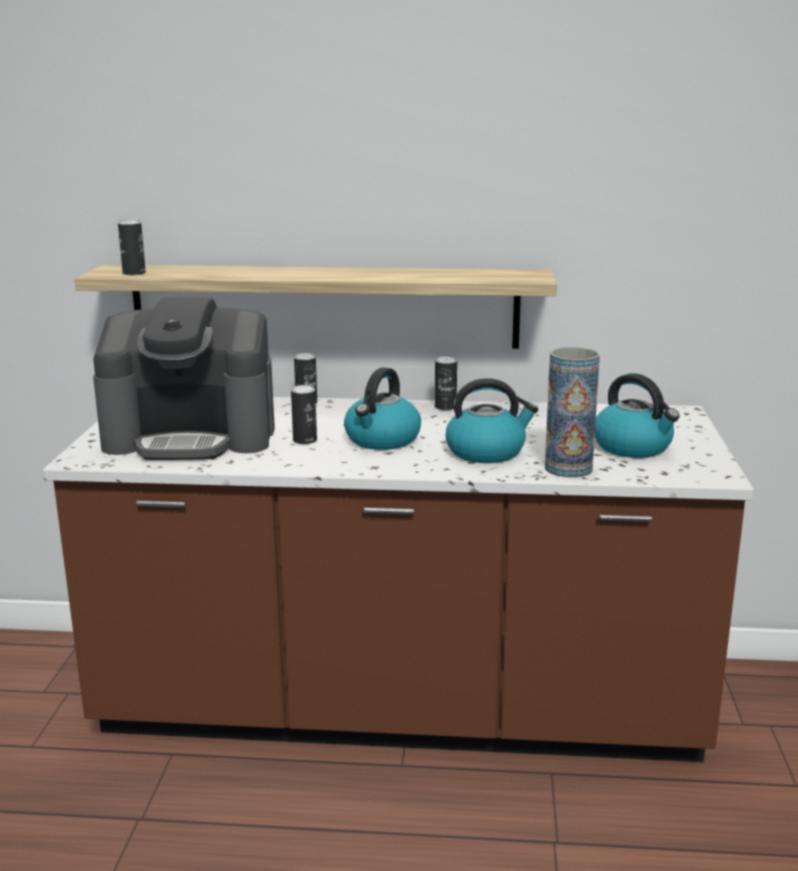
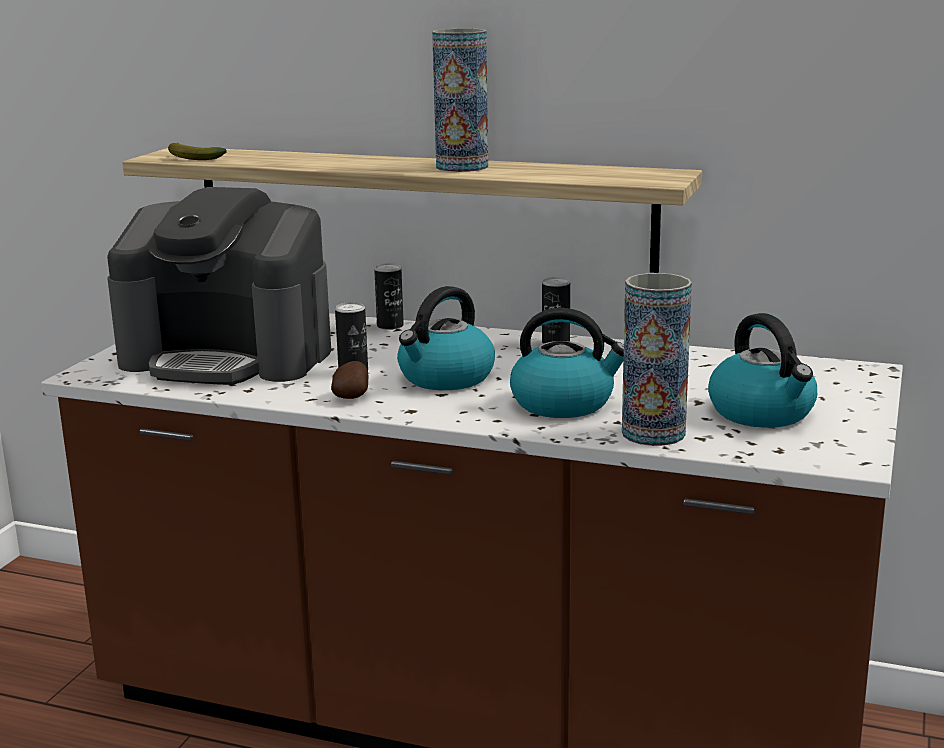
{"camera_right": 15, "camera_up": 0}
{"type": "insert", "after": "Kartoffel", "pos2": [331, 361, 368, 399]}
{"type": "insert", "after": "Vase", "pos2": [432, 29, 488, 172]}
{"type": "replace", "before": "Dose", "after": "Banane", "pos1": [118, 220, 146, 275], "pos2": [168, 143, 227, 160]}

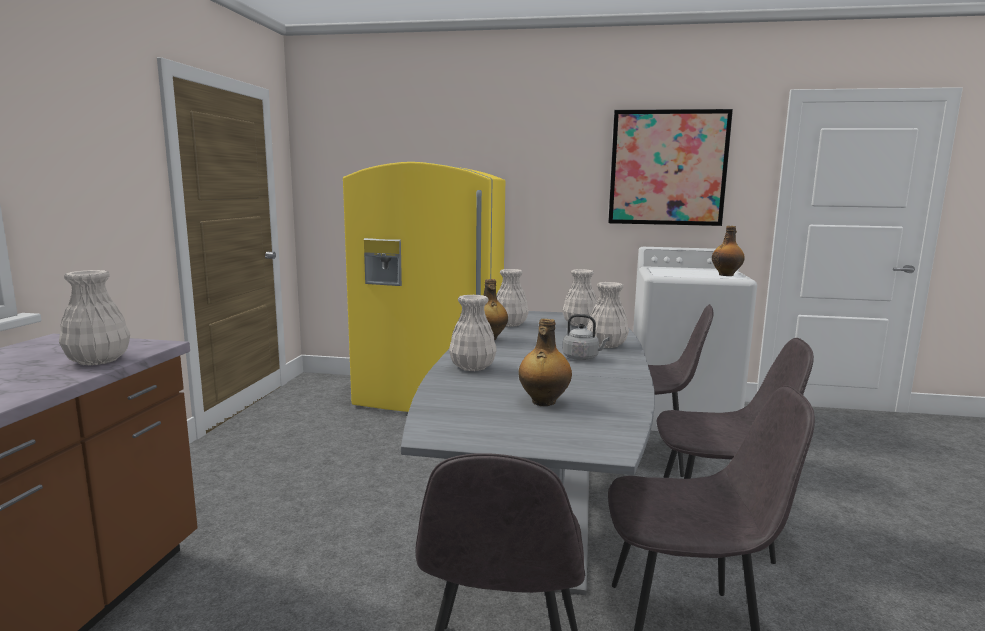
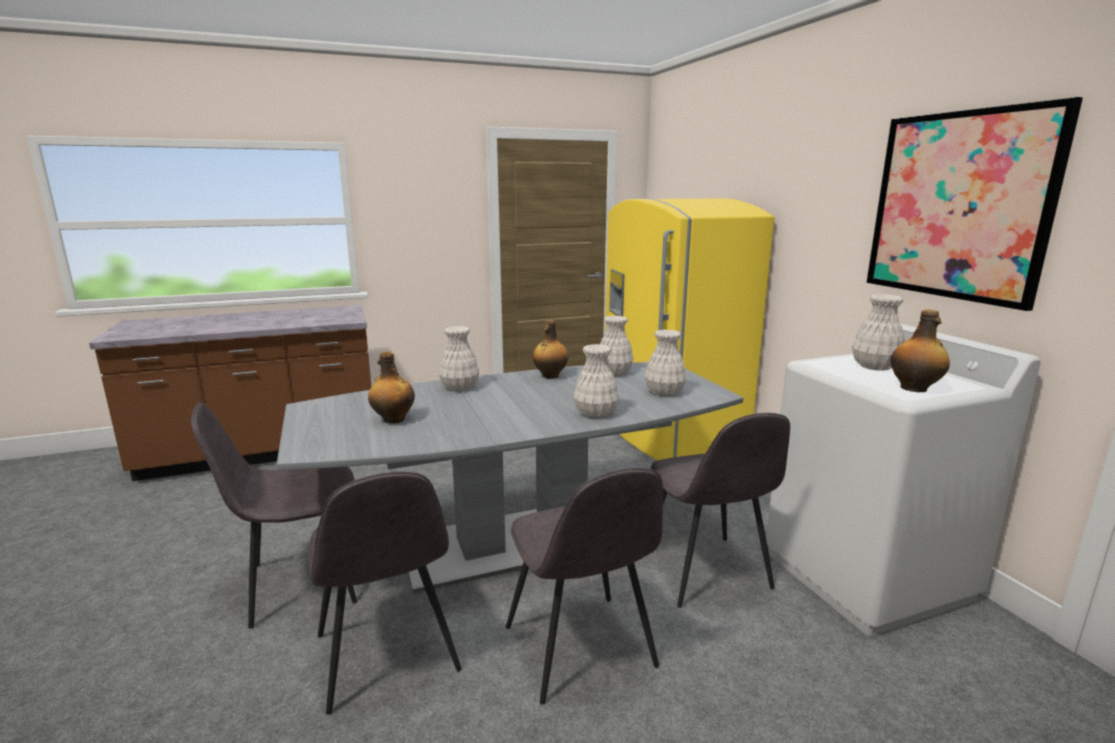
{"camera_right": 60, "camera_up": 5}
{"type": "delete", "before": "Wasserkessel (grau)", "pos1": [563, 314, 610, 360]}
{"type": "move", "before": "Vase (weiß)", "pos1": [59, 270, 130, 365], "pos2": [852, 294, 905, 371]}

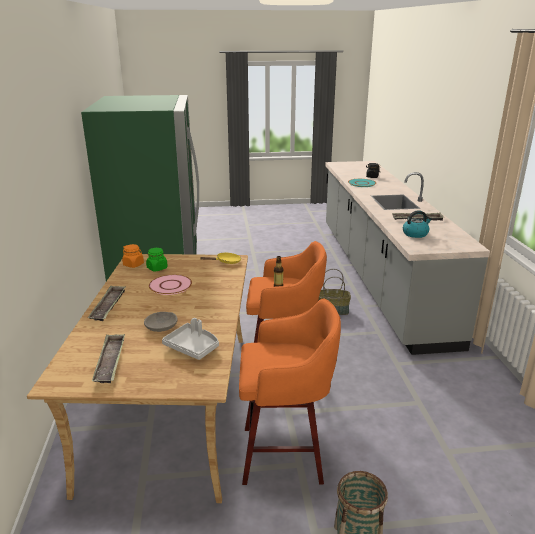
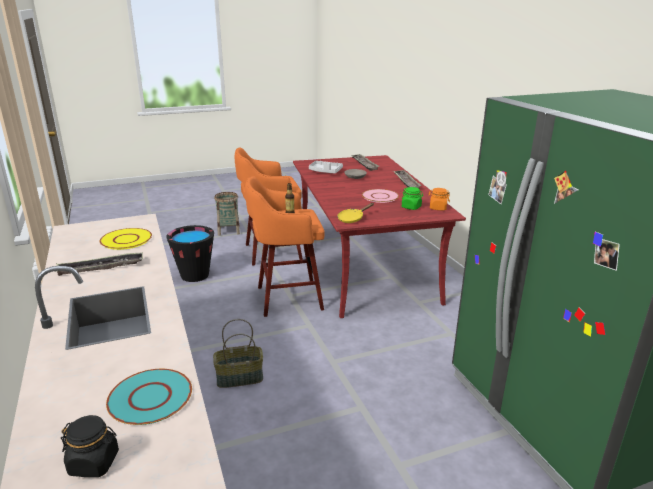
{"camera_right": 165, "camera_up": 0}
{"type": "insert", "after": "Eimer (schwarz)", "pos2": [166, 225, 214, 282]}
{"type": "replace", "before": "Wasserkessel", "after": "Teller (gelb)", "pos1": [403, 210, 432, 238], "pos2": [99, 228, 152, 250]}
{"type": "recolor", "before": "Esstisch (beige)", "after": "Esstisch (rot)", "pos1": [27, 254, 248, 503], "pos2": [293, 155, 466, 318]}

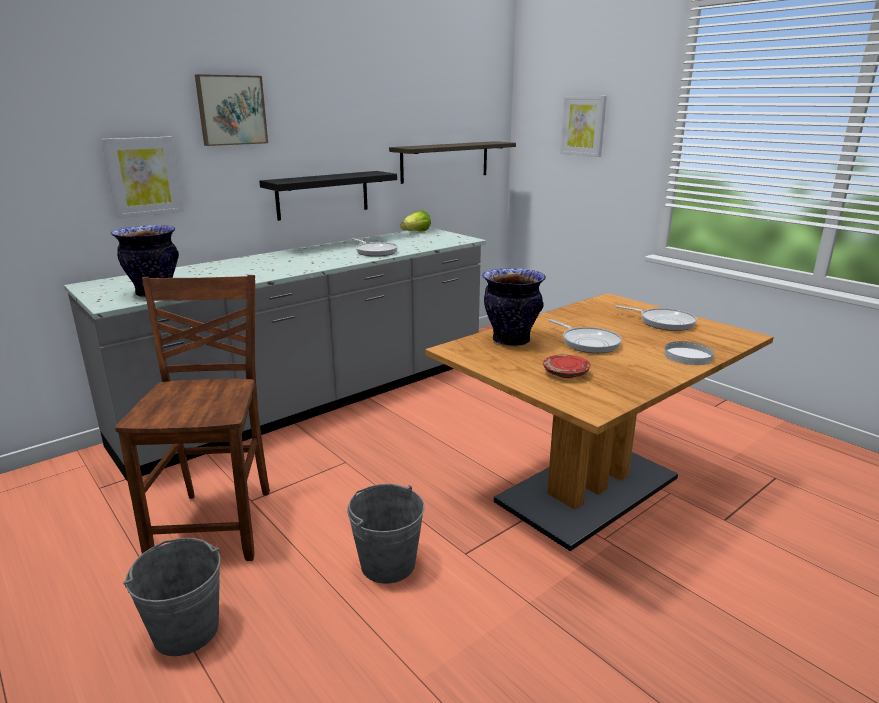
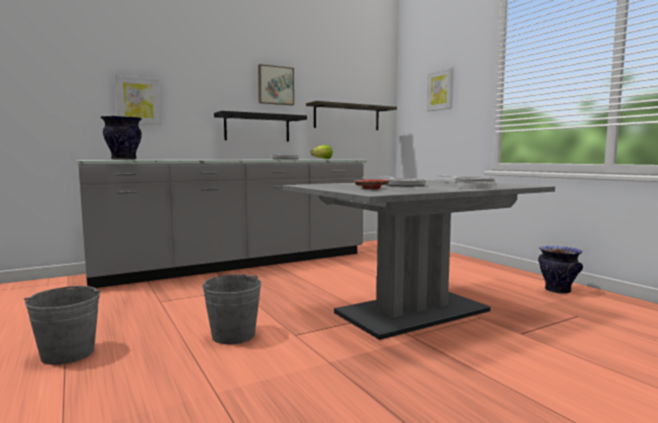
{"camera_right": 10, "camera_up": -15}
{"type": "delete", "before": "Stuhl (braun)", "pos1": [115, 275, 270, 561]}
{"type": "move", "before": "Bild", "pos1": [195, 74, 268, 146], "pos2": [258, 64, 294, 105]}
{"type": "move", "before": "Vase", "pos1": [482, 268, 546, 346], "pos2": [538, 246, 583, 294]}
{"type": "recolor", "before": "Esstisch (braun)", "after": "Esstisch (grau)", "pos1": [425, 293, 774, 551], "pos2": [283, 180, 555, 340]}

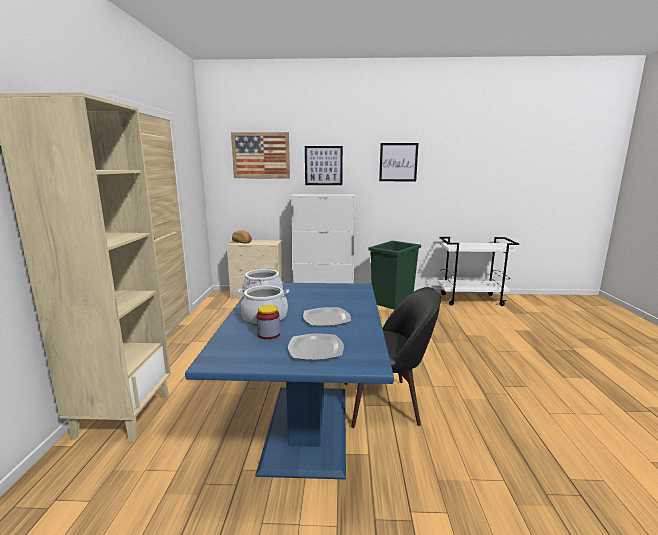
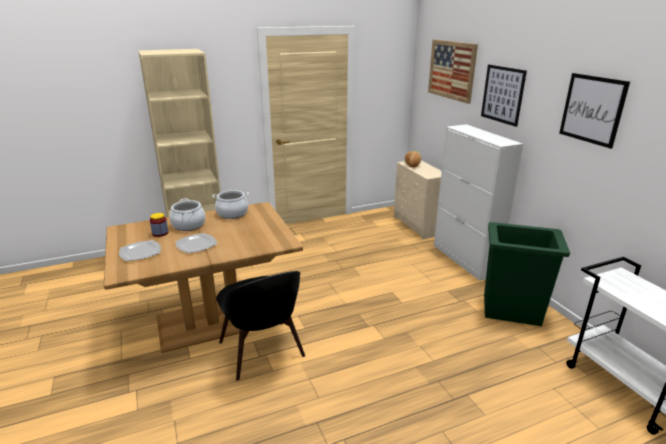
{"camera_right": 65, "camera_up": 10}
{"type": "recolor", "before": "Esstisch (blau)", "after": "Esstisch (braun)", "pos1": [185, 283, 394, 479], "pos2": [104, 202, 303, 353]}

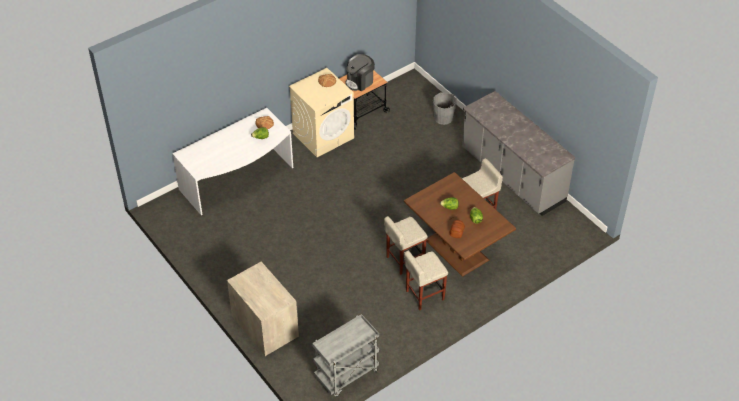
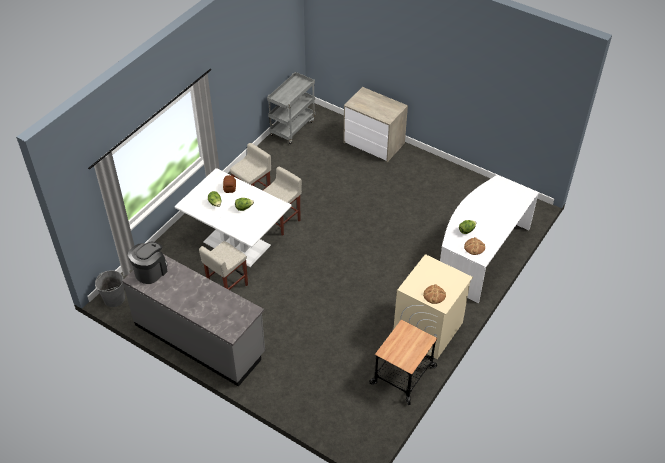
{"camera_right": 160, "camera_up": 0}
{"type": "move", "before": "Kaffeemaschine", "pos1": [346, 54, 375, 91], "pos2": [128, 242, 168, 284]}
{"type": "move", "before": "Eimer (grau)", "pos1": [433, 92, 457, 125], "pos2": [95, 270, 125, 307]}
{"type": "recolor", "before": "Esstisch (braun)", "after": "Esstisch (weiß)", "pos1": [404, 172, 516, 277], "pos2": [175, 168, 292, 267]}

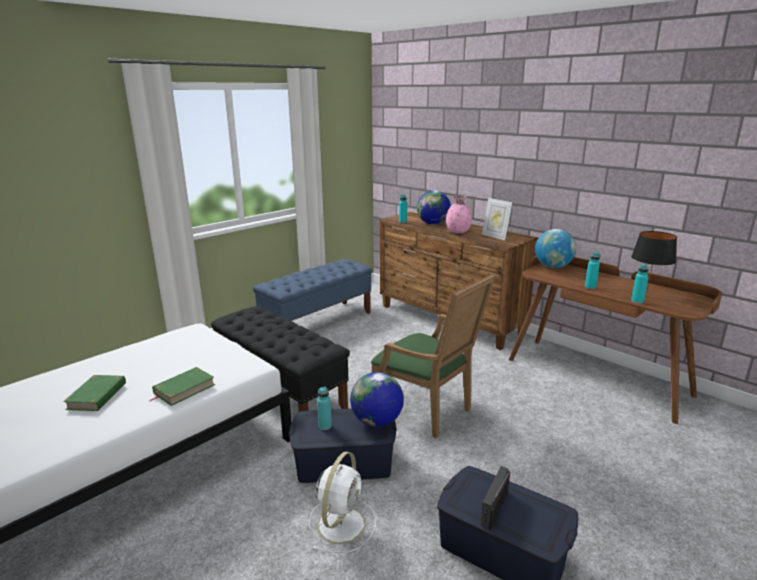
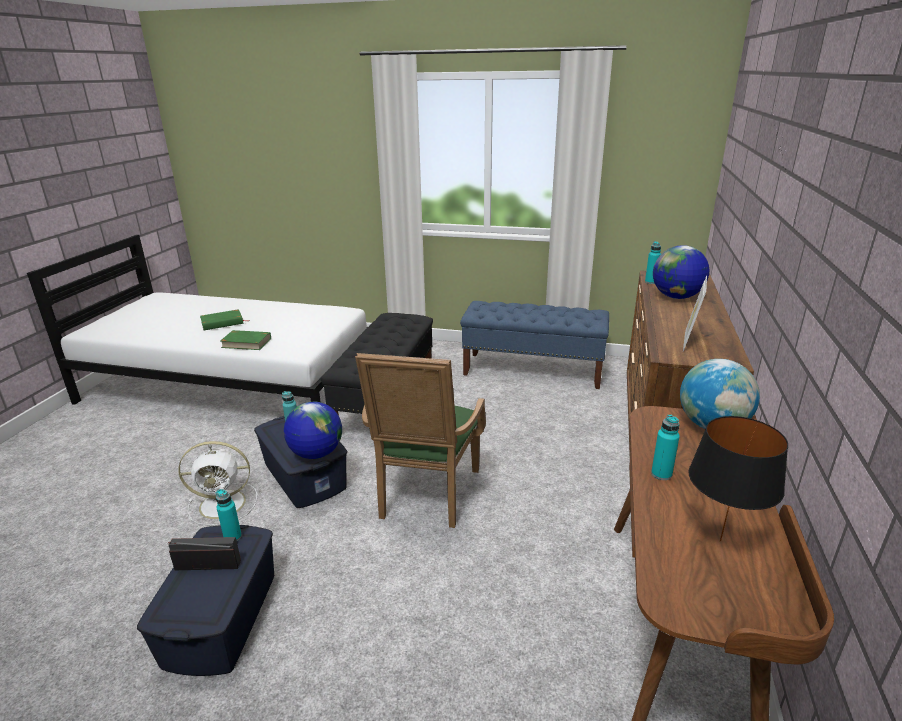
{"camera_right": 60, "camera_up": 5}
{"type": "delete", "before": "Vase (rosa)", "pos1": [446, 195, 472, 233]}
{"type": "move", "before": "Flasche (türkis)", "pos1": [631, 264, 649, 304], "pos2": [216, 489, 242, 541]}

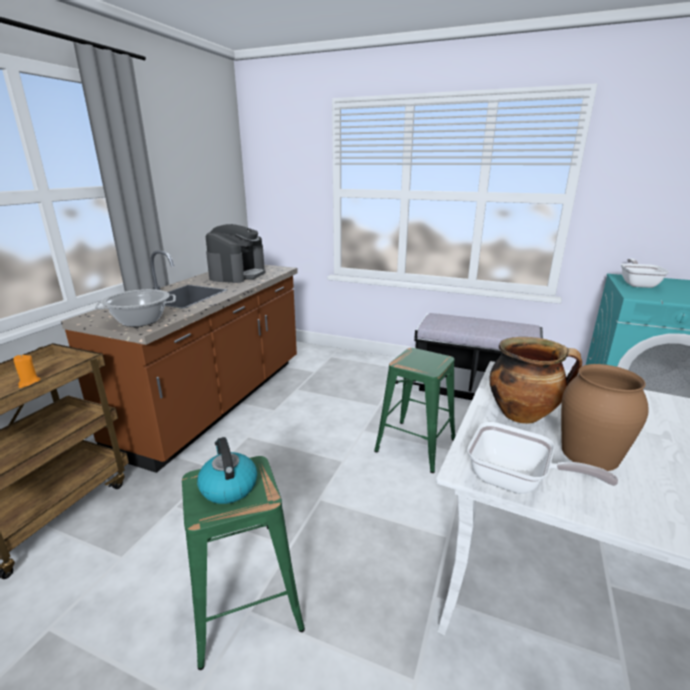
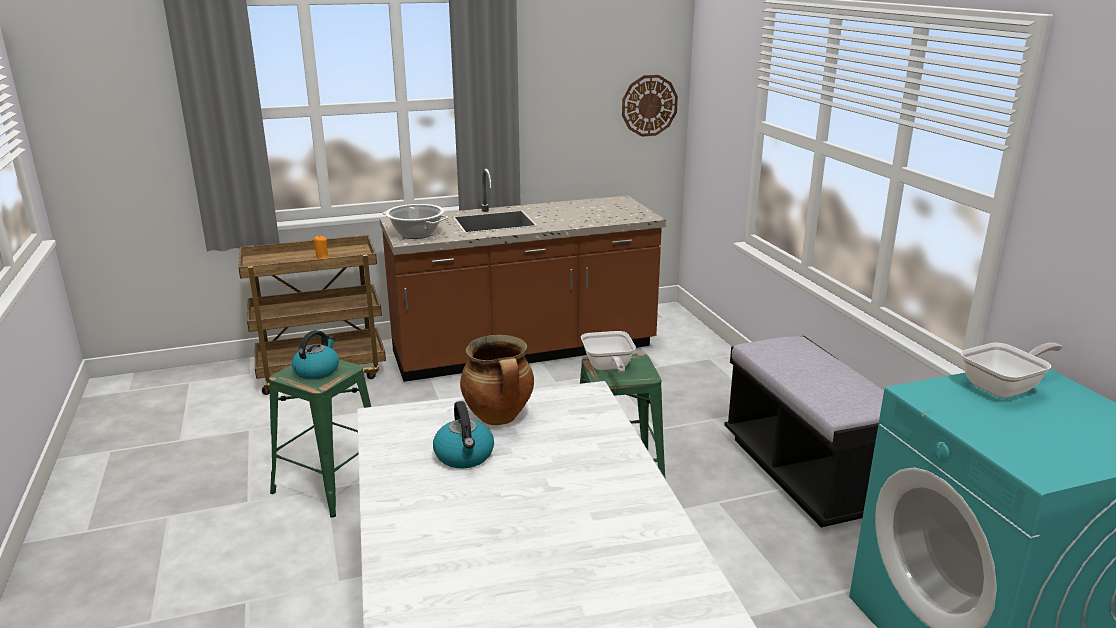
{"camera_right": 50, "camera_up": 0}
{"type": "delete", "before": "Kaffeemaschine", "pos1": [206, 224, 265, 283]}
{"type": "insert", "after": "Wanduhr", "pos2": [622, 75, 678, 137]}
{"type": "move", "before": "Pfanne", "pos1": [467, 422, 618, 494], "pos2": [581, 331, 636, 373]}
{"type": "replace", "before": "Vase (braun)", "after": "Wasserkessel", "pos1": [561, 364, 649, 471], "pos2": [433, 401, 494, 469]}

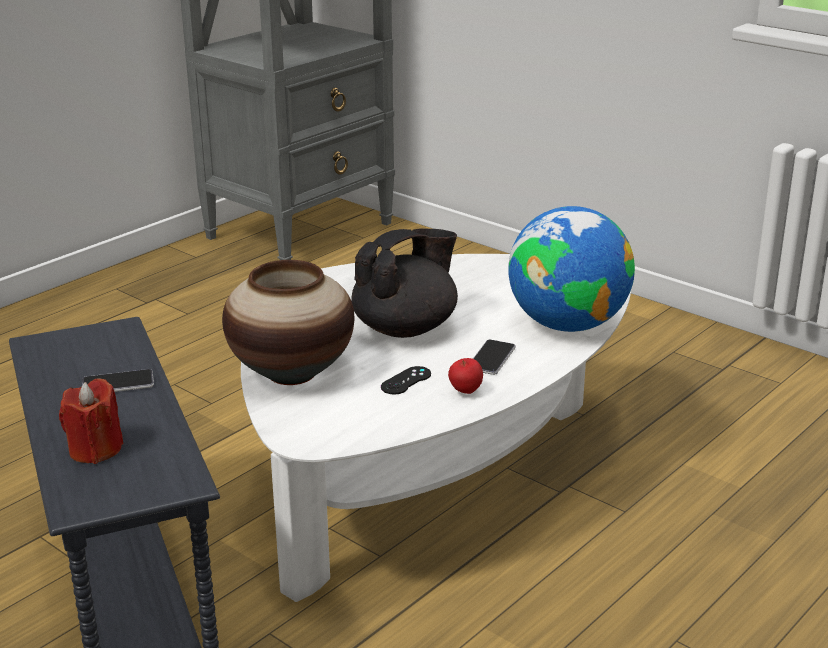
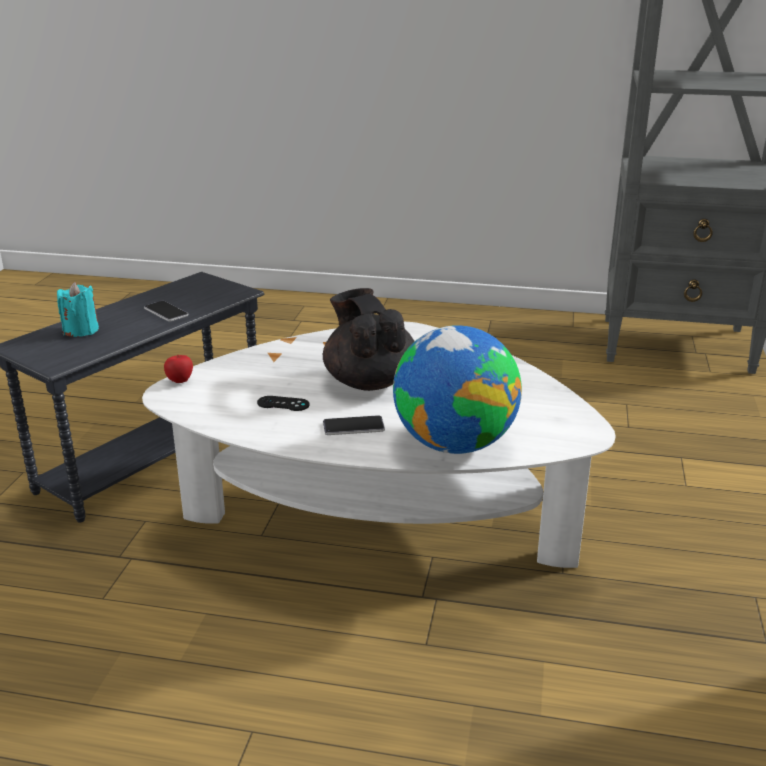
{"camera_right": 60, "camera_up": 0}
{"type": "delete", "before": "Vase", "pos1": [222, 260, 354, 385]}
{"type": "move", "before": "Apfel", "pos1": [448, 358, 483, 394], "pos2": [164, 354, 193, 383]}
{"type": "recolor", "before": "Kerze (rot)", "after": "Kerze (türkis)", "pos1": [59, 378, 124, 464], "pos2": [57, 282, 99, 337]}
{"type": "rotate", "before": "Teekanne (schwarz)", "pos1": [351, 228, 458, 338], "pos2": [323, 288, 415, 391], "turn": -135}

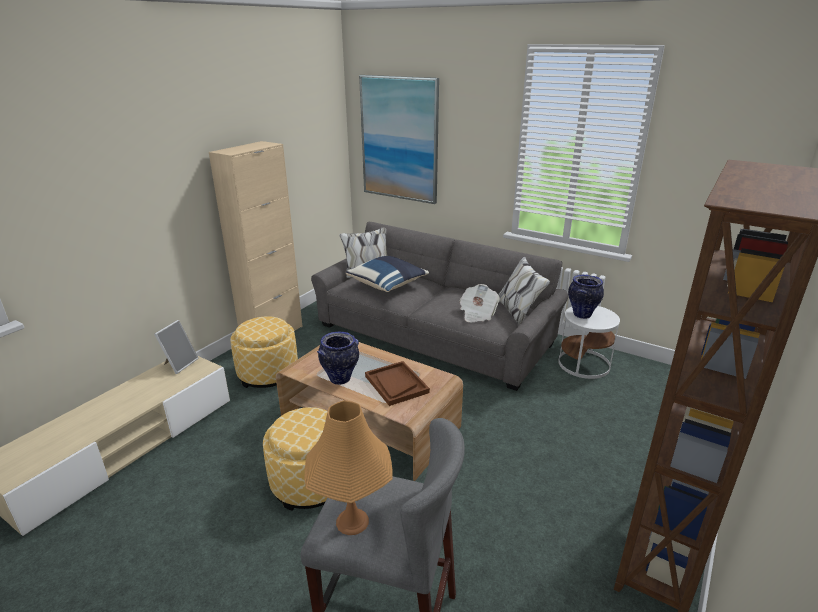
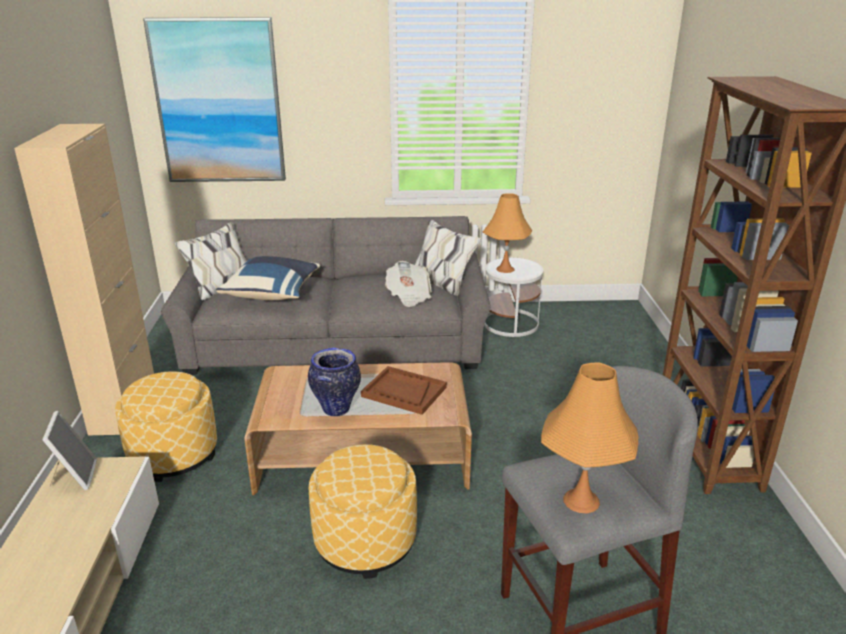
{"camera_right": -35, "camera_up": 0}
{"type": "replace", "before": "Vase", "after": "Tischlampe (orange)", "pos1": [568, 275, 604, 319], "pos2": [483, 193, 532, 273]}

